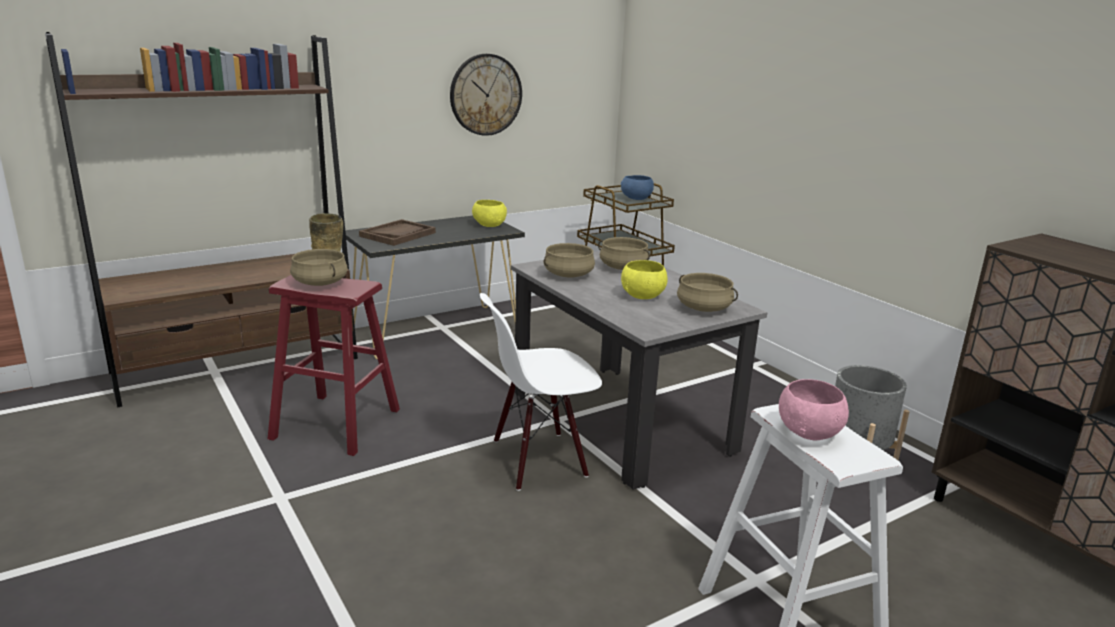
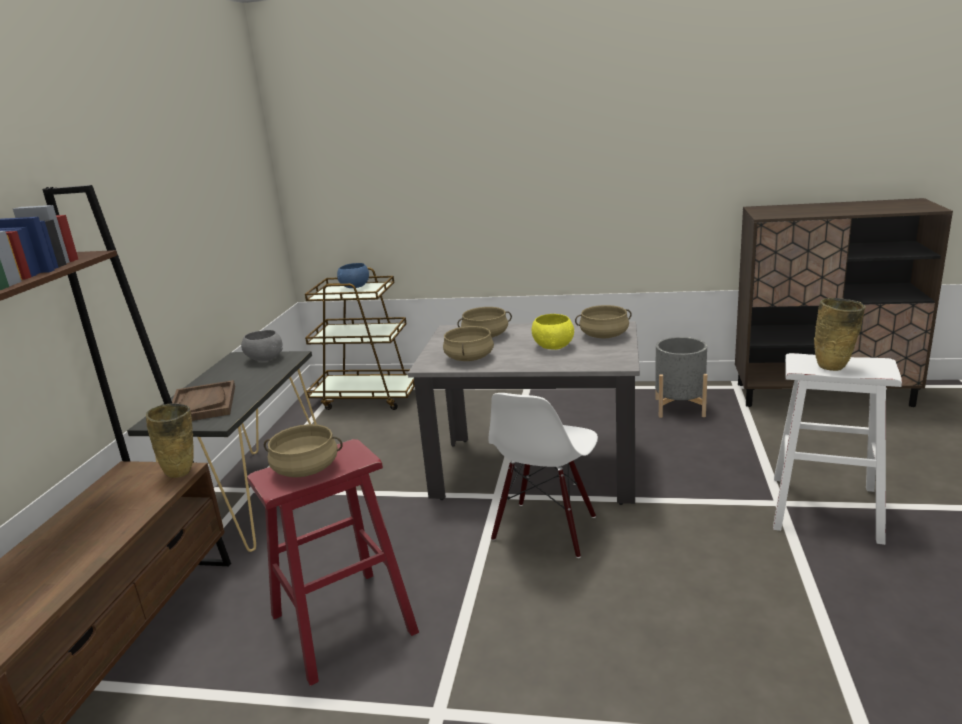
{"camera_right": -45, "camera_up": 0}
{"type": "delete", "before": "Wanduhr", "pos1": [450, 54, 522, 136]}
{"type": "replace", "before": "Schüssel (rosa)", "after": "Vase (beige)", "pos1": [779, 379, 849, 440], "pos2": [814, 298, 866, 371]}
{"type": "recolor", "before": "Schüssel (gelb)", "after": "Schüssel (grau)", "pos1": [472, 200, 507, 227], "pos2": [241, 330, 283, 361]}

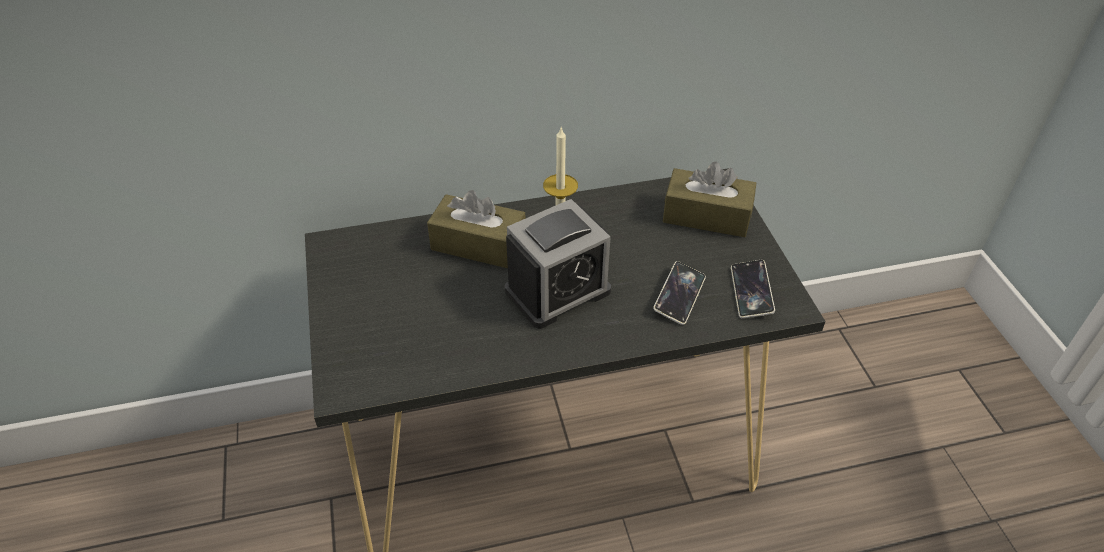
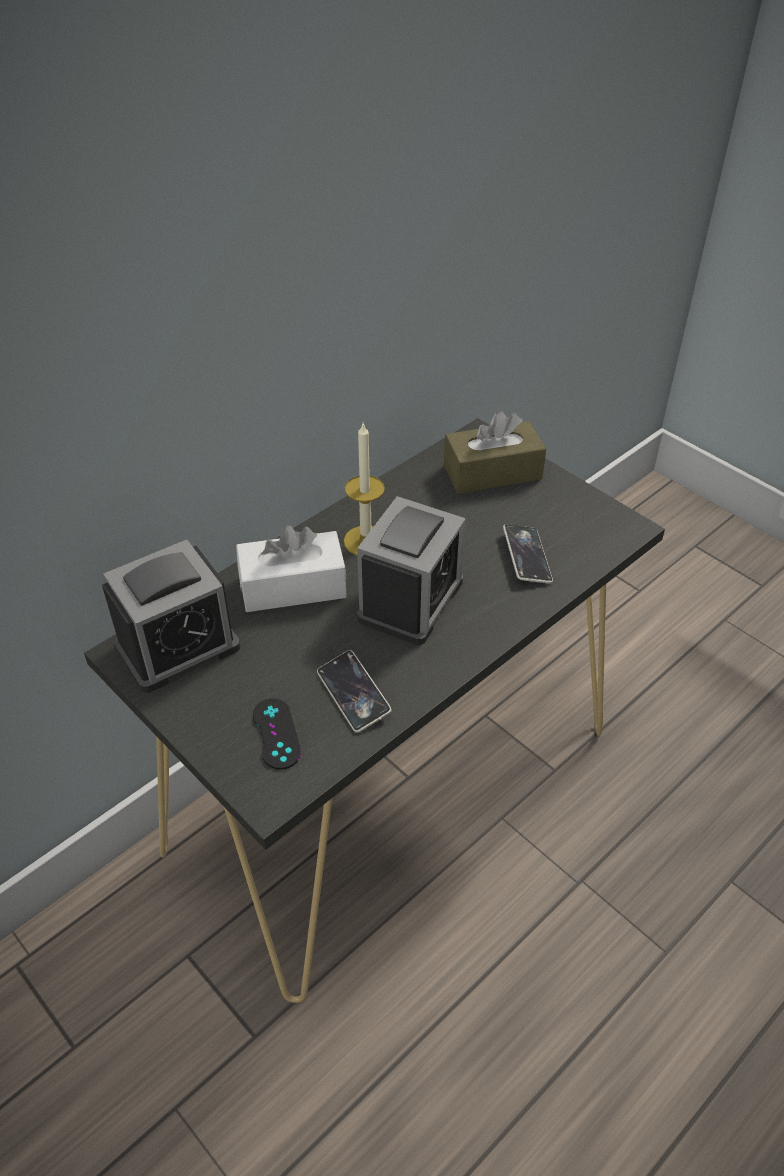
{"camera_right": -30, "camera_up": 0}
{"type": "insert", "after": "Wecker", "pos2": [102, 540, 240, 693]}
{"type": "insert", "after": "Gamepad (schwarz)", "pos2": [253, 698, 301, 770]}
{"type": "move", "before": "Handy", "pos1": [731, 260, 775, 319], "pos2": [317, 650, 392, 733]}
{"type": "recolor", "before": "Taschentuchbox (braun)", "after": "Taschentuchbox (weiß)", "pos1": [427, 190, 525, 268], "pos2": [236, 525, 347, 612]}

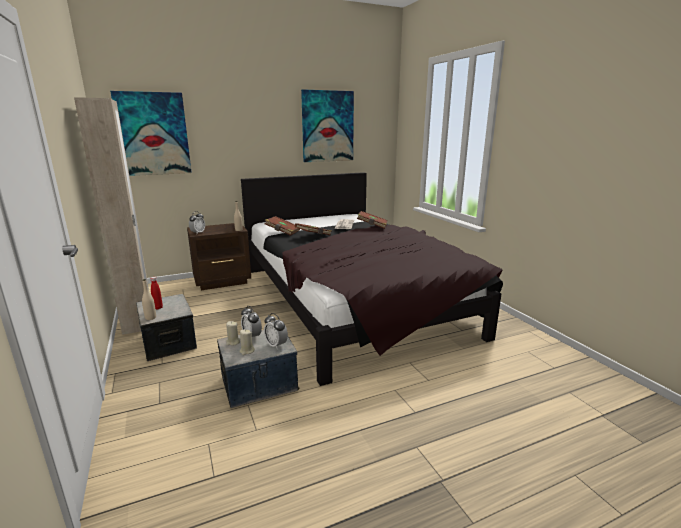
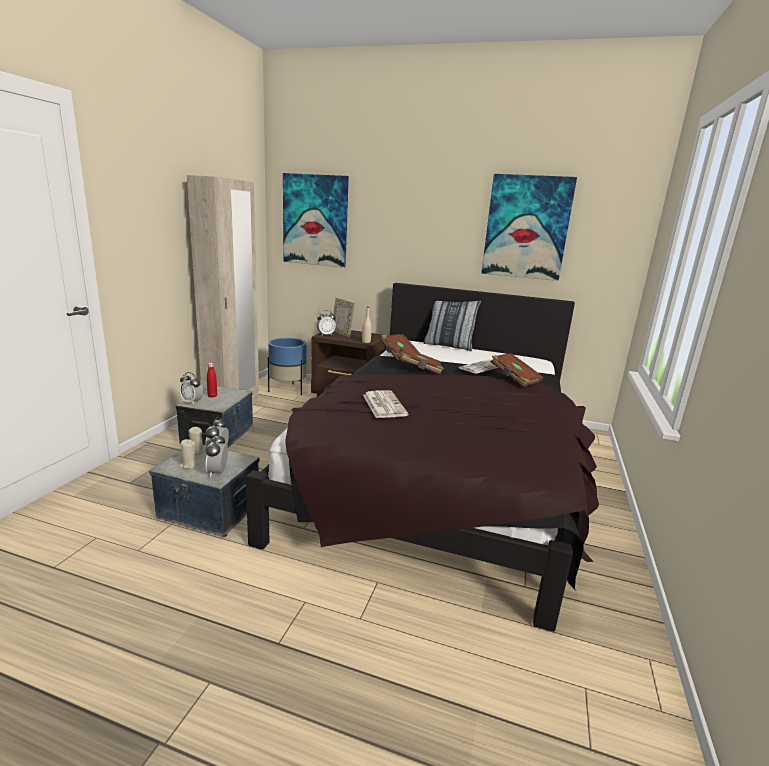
{"camera_right": 40, "camera_up": 0}
{"type": "insert", "after": "Pflanzkübel (blau)", "pos2": [268, 338, 307, 395]}
{"type": "insert", "after": "Bilderrahmen", "pos2": [333, 298, 355, 337]}
{"type": "insert", "after": "Zeitung", "pos2": [363, 390, 408, 418]}
{"type": "insert", "after": "Kissen", "pos2": [424, 301, 481, 351]}
{"type": "replace", "before": "Flasche (beige)", "after": "Wecker", "pos1": [142, 279, 156, 320], "pos2": [179, 372, 203, 405]}

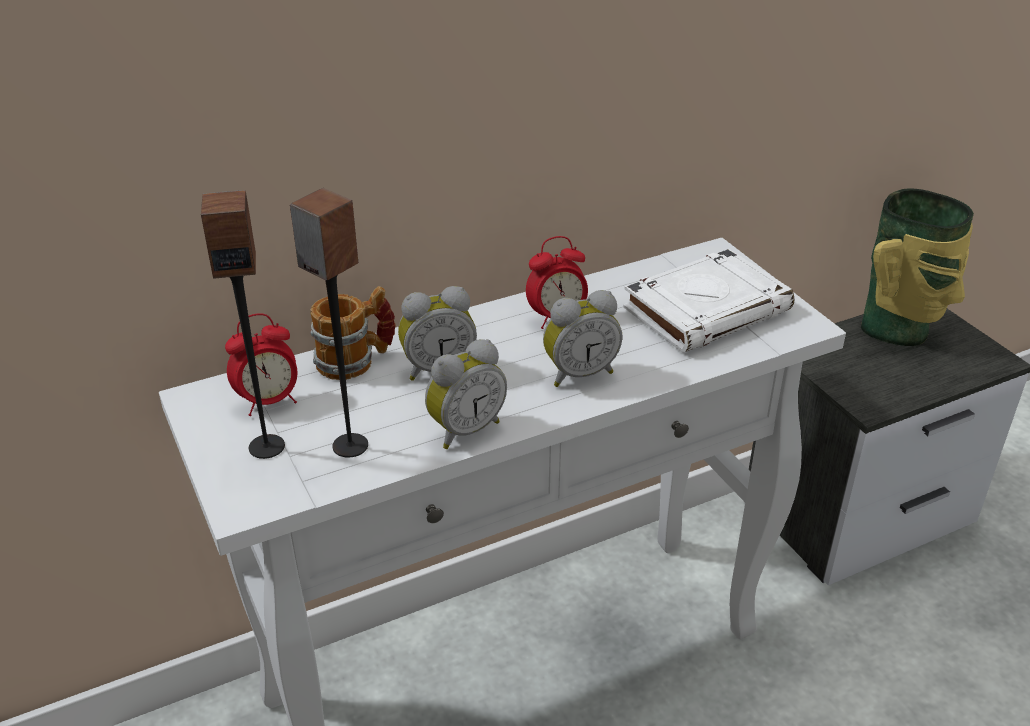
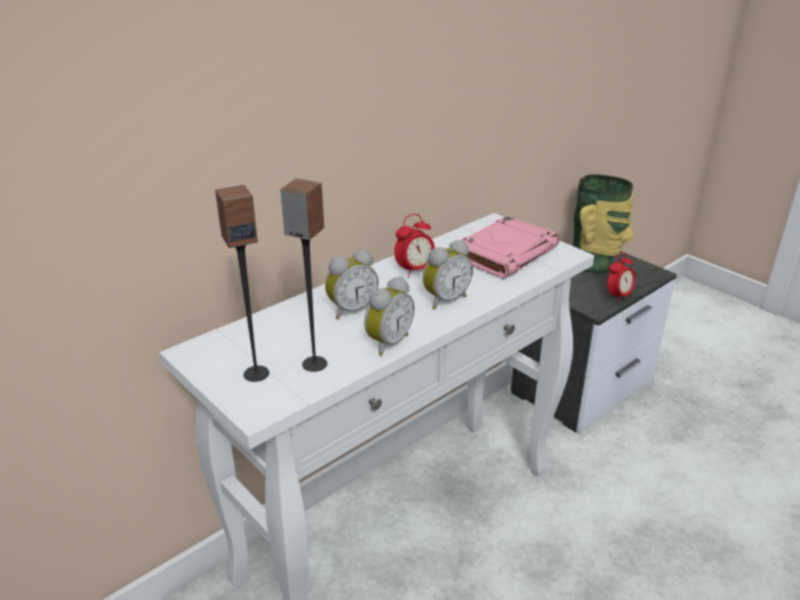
{"camera_right": -15, "camera_up": -5}
{"type": "delete", "before": "Henkelbecher", "pos1": [310, 286, 396, 380]}
{"type": "move", "before": "Wecker", "pos1": [225, 313, 297, 416], "pos2": [607, 252, 635, 303]}
{"type": "recolor", "before": "Buch (weiß)", "after": "Buch (rosa)", "pos1": [623, 249, 794, 353], "pos2": [462, 216, 559, 279]}

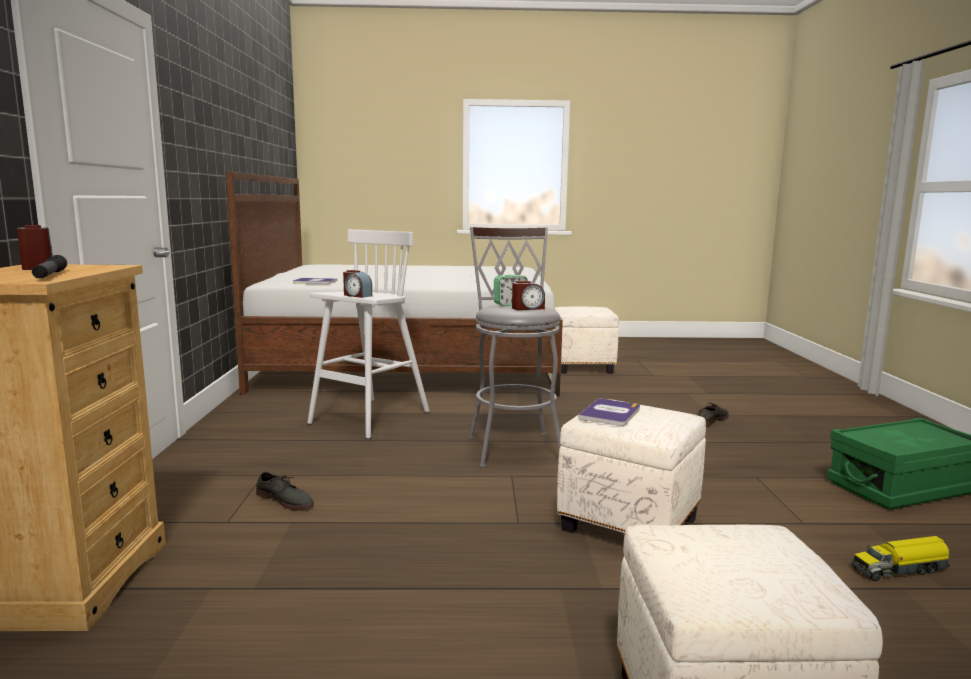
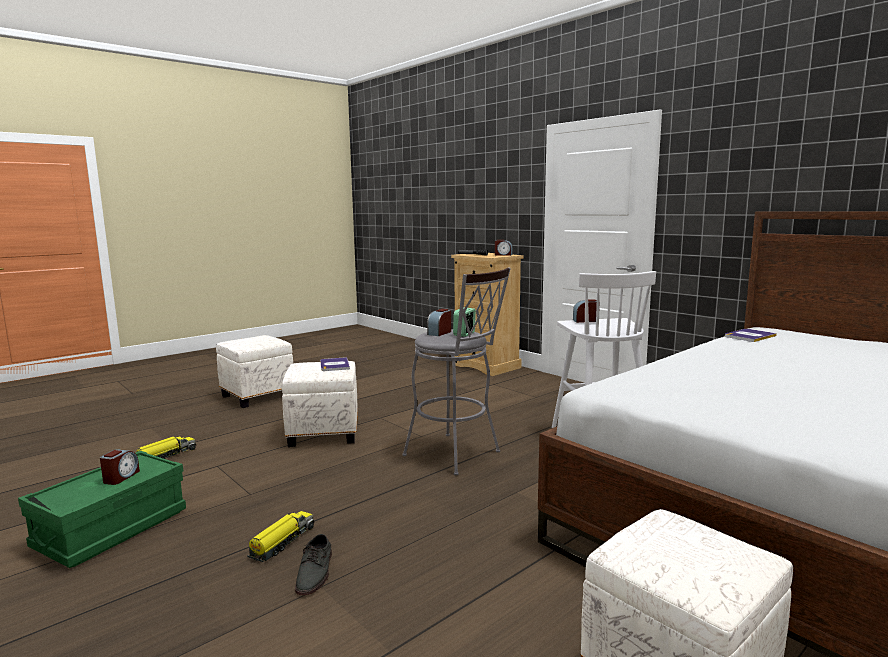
{"camera_right": 140, "camera_up": 0}
{"type": "delete", "before": "Schuh (grau)", "pos1": [256, 472, 314, 510]}
{"type": "insert", "after": "Wecker", "pos2": [100, 449, 140, 485]}
{"type": "insert", "after": "Spielzeuglaster", "pos2": [248, 511, 314, 562]}

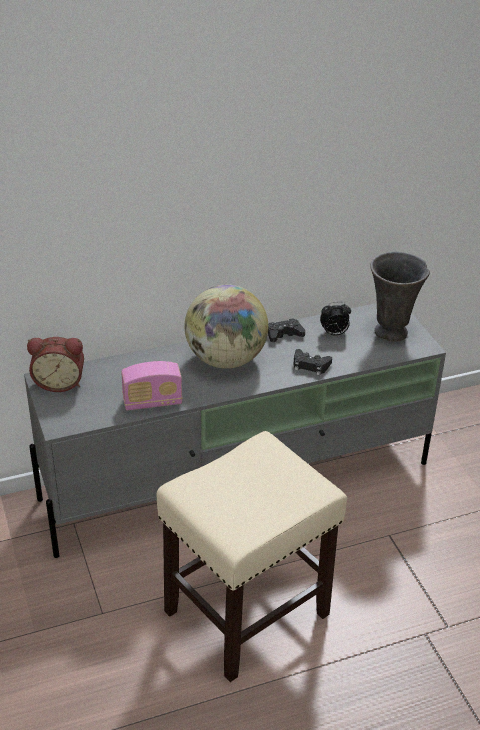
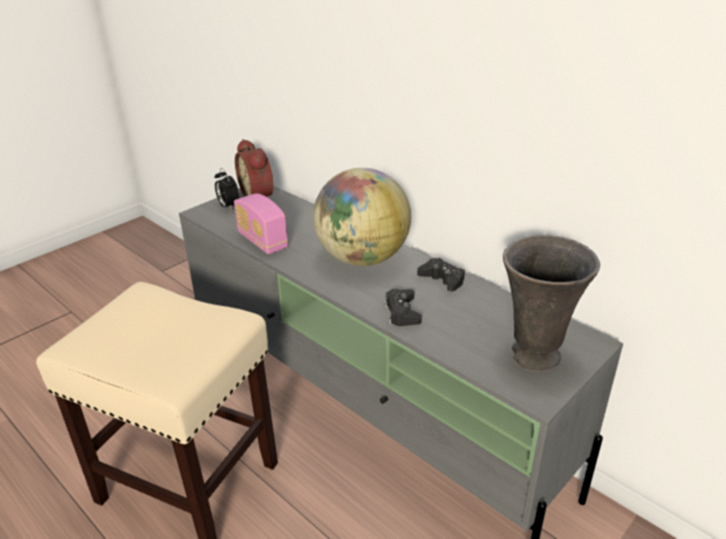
{"camera_right": 65, "camera_up": -5}
{"type": "move", "before": "Wecker", "pos1": [320, 302, 351, 336], "pos2": [215, 168, 240, 210]}

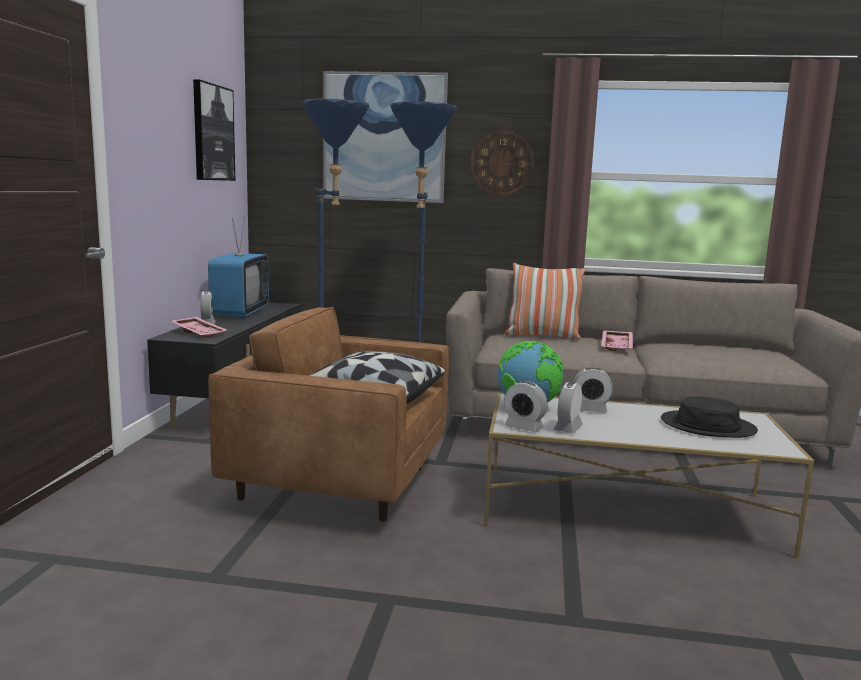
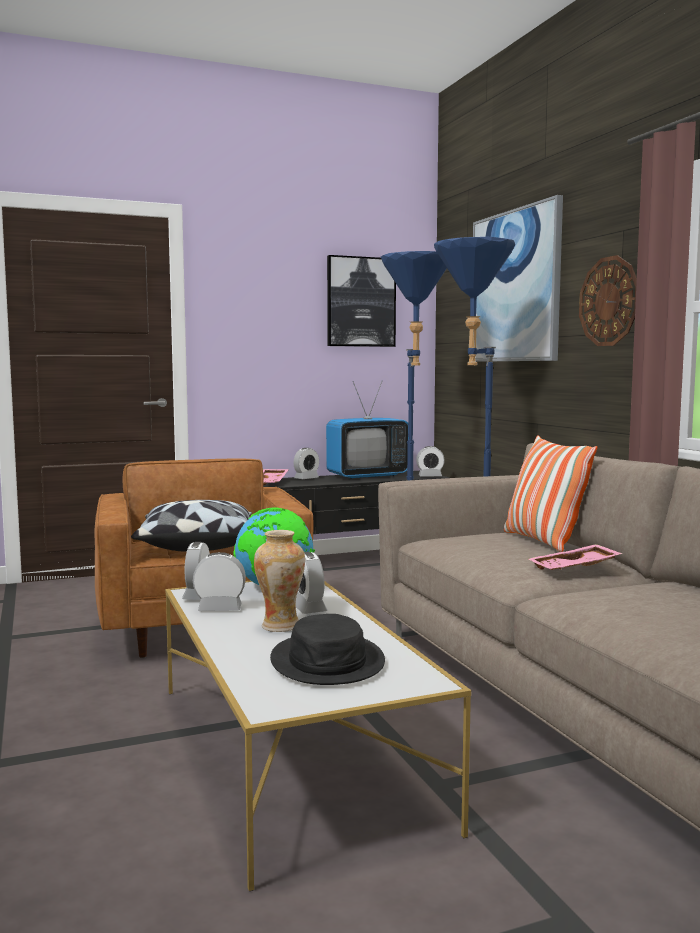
{"camera_right": 60, "camera_up": -5}
{"type": "insert", "after": "Vase", "pos2": [254, 530, 305, 632]}
{"type": "insert", "after": "Wecker", "pos2": [416, 446, 445, 476]}

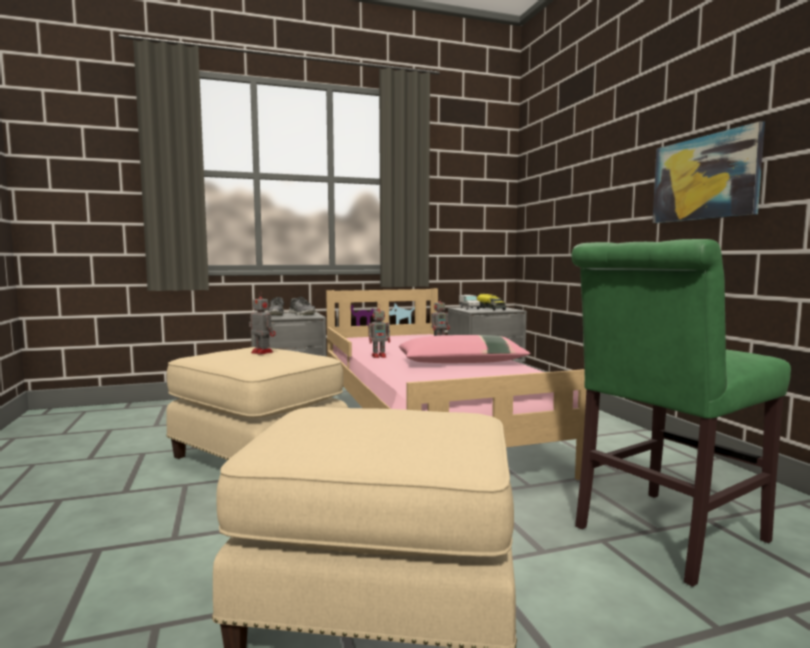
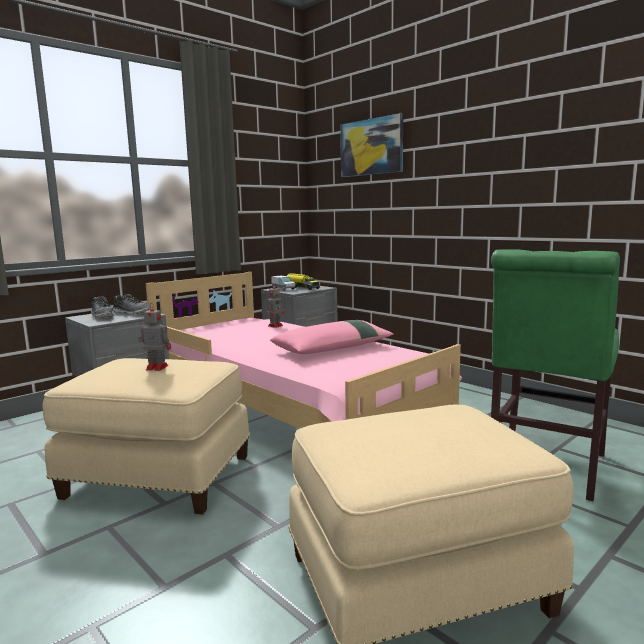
{"camera_right": -25, "camera_up": 5}
{"type": "delete", "before": "Spielzeugroboter", "pos1": [368, 304, 390, 358]}
{"type": "move", "before": "Bild", "pos1": [652, 121, 765, 223], "pos2": [340, 113, 403, 177]}

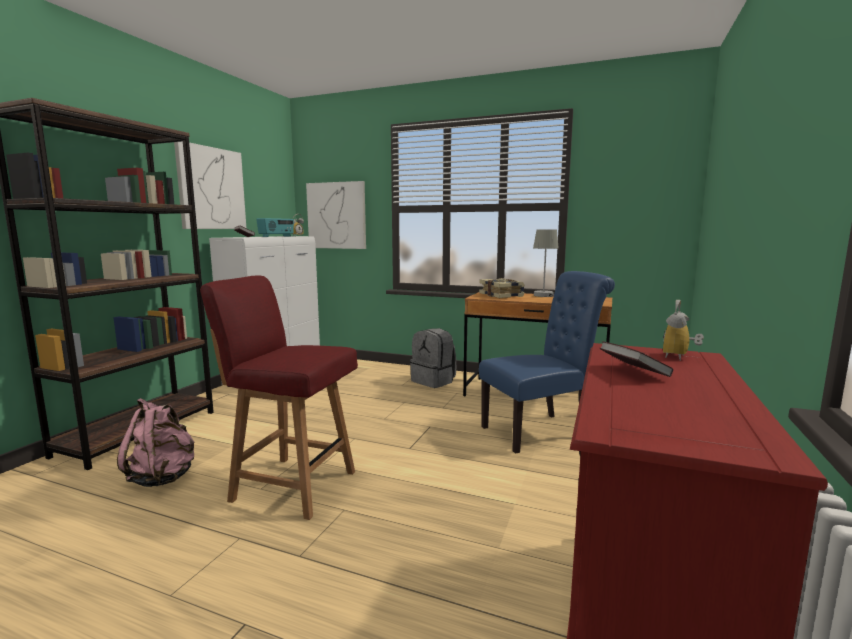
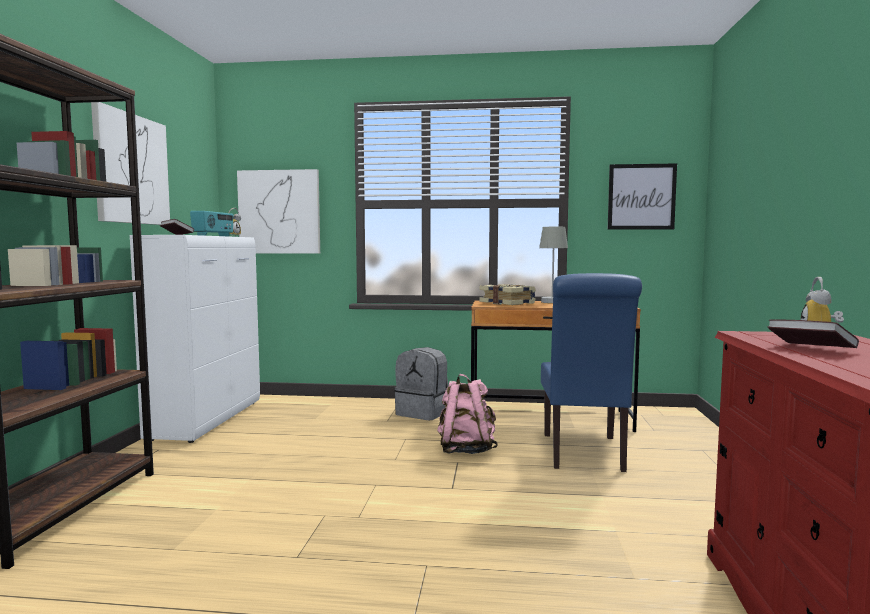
{"camera_right": -15, "camera_up": -5}
{"type": "delete", "before": "Stuhl (rot)", "pos1": [200, 275, 358, 520]}
{"type": "insert", "after": "Bild", "pos2": [608, 163, 677, 230]}
{"type": "move", "before": "Rucksack (rosa)", "pos1": [117, 398, 195, 487], "pos2": [437, 374, 498, 454]}
{"type": "rotate", "before": "Stuhl (blau)", "pos1": [479, 271, 615, 454], "pos2": [541, 273, 642, 472], "turn": 135}

